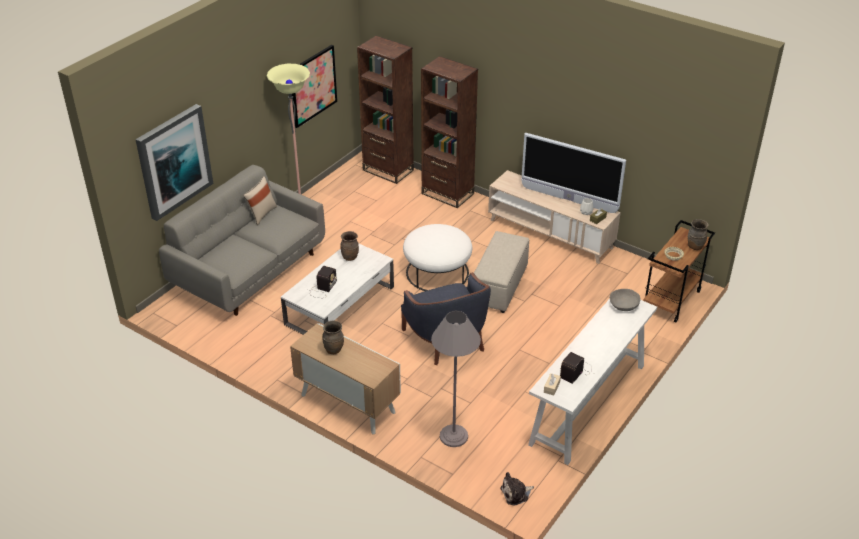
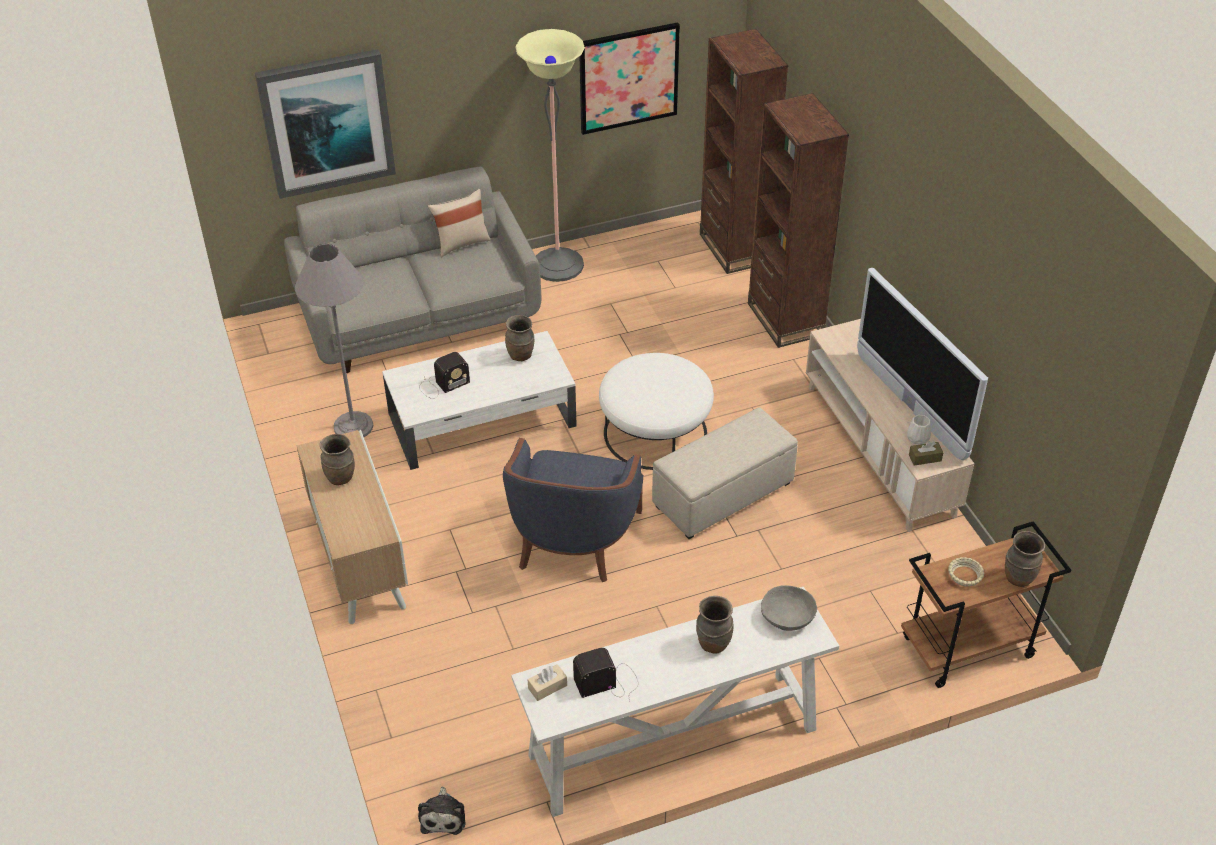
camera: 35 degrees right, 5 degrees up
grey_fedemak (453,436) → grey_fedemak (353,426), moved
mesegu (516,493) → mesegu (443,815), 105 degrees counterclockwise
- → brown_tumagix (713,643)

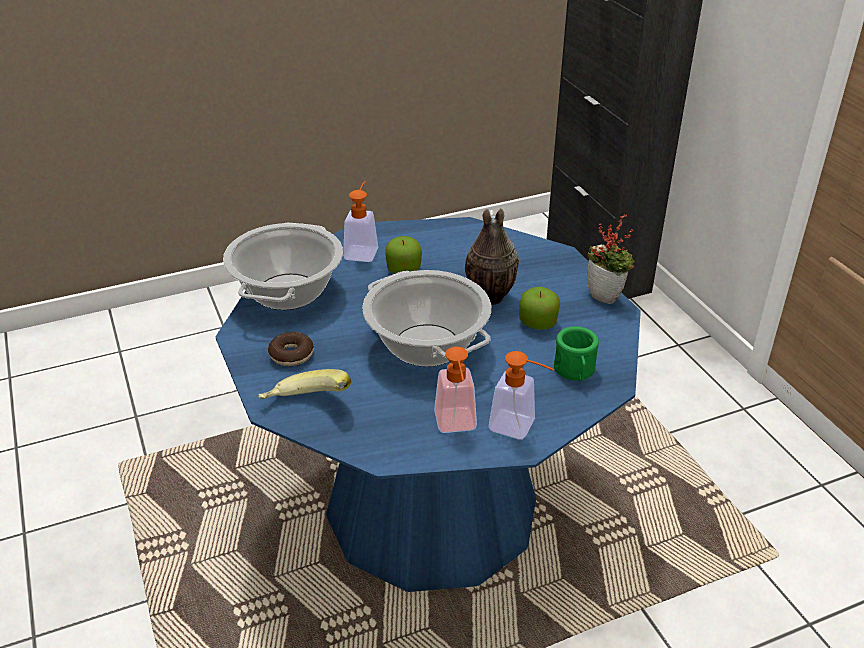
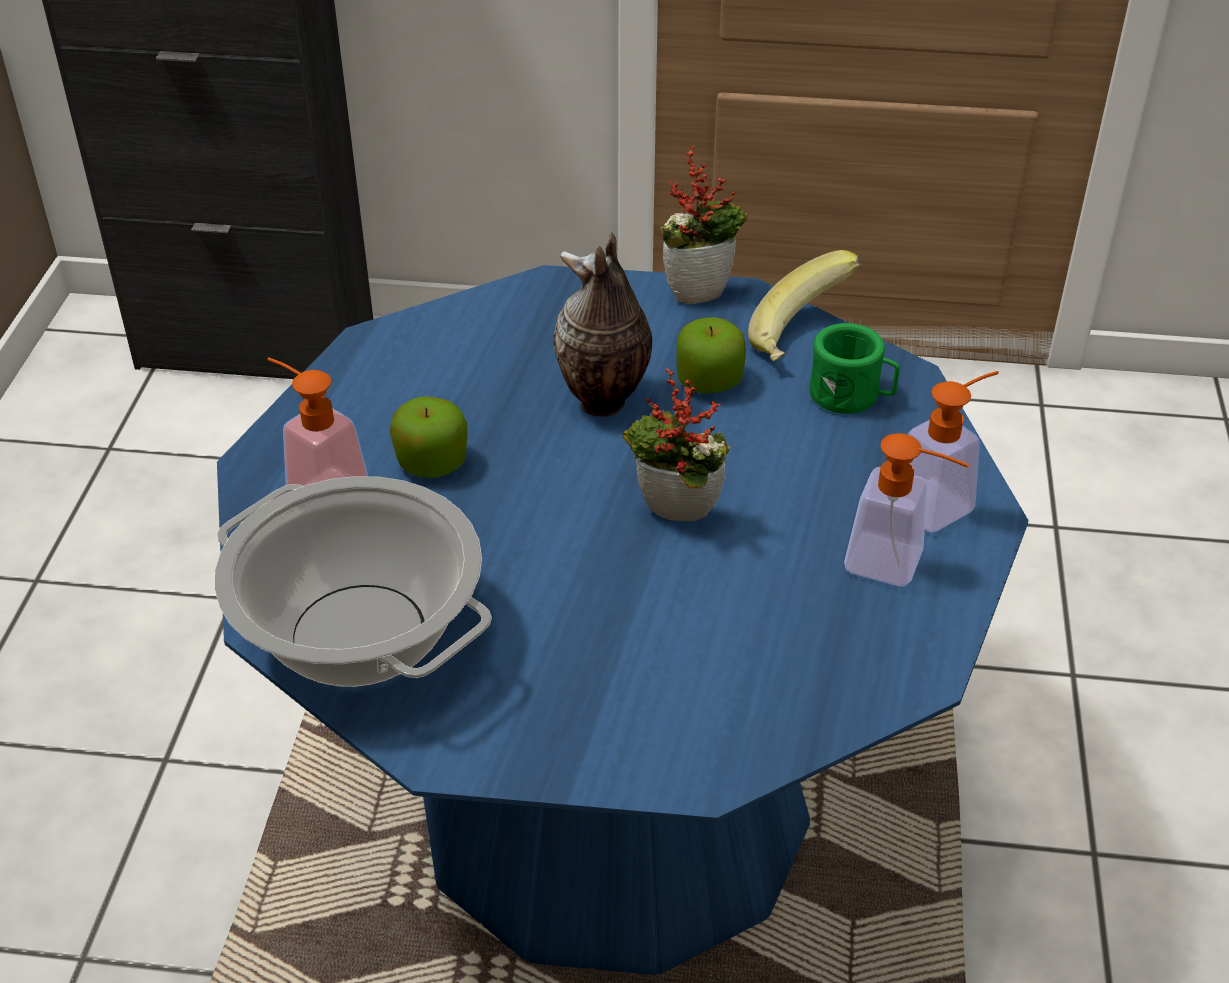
camera: 60 degrees left, 5 degrees up
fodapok (306,406) → fodapok (802,338), moved
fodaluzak (291,355) → -
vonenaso (427,346) → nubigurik (674,518)

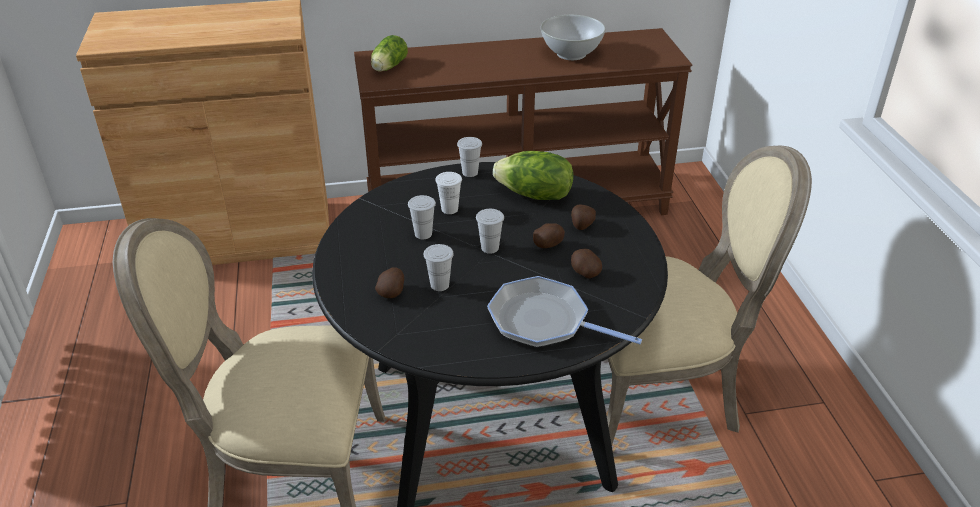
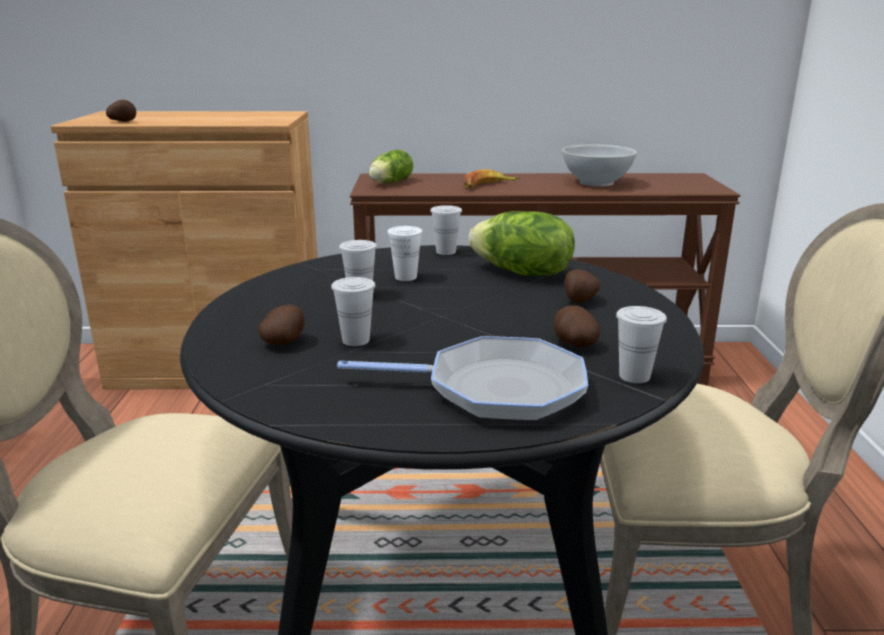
camera: 10 degrees right, 15 degrees down
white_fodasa (490,248) → white_fodasa (634,376), moved
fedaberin (544,321) → fedaberin (495,389), 150 degrees clockwise
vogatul (548,245) → vogatul (123,121), moved
- → fodapok (487,185)

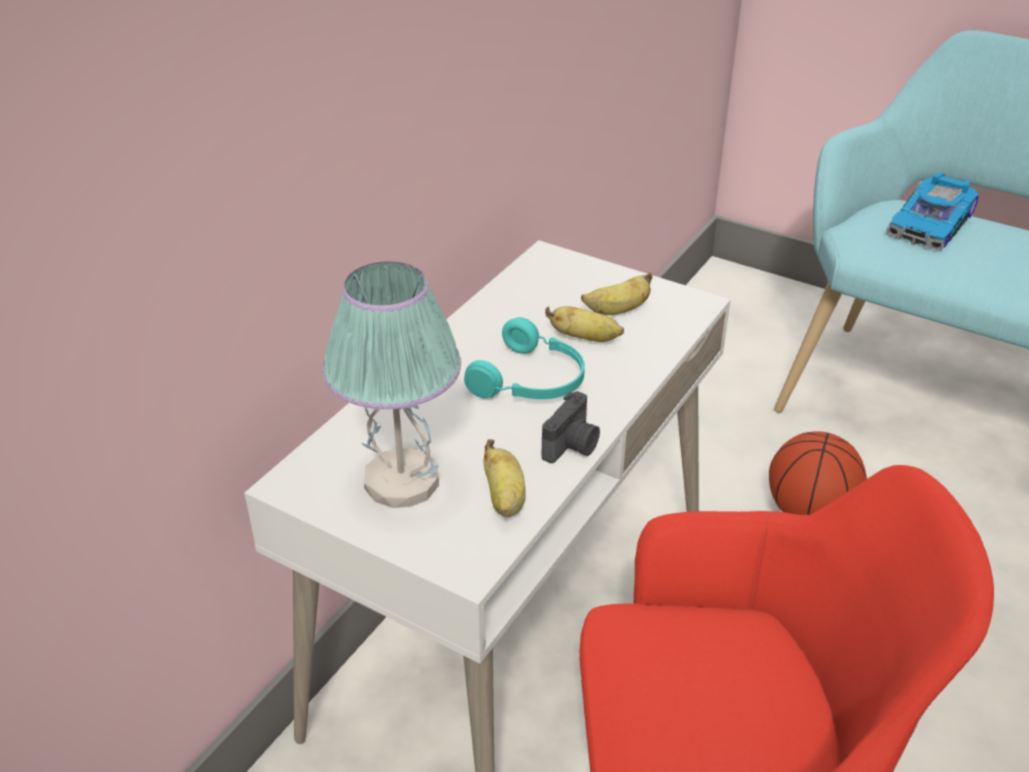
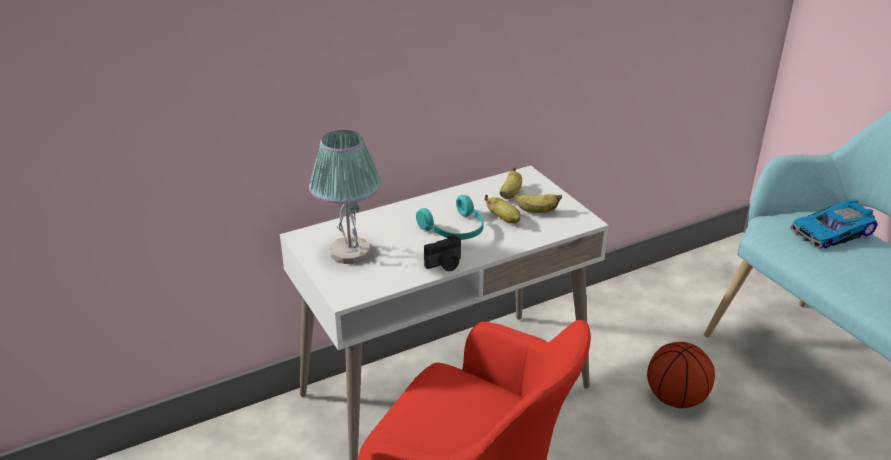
camera: 30 degrees right, 5 degrees down
fodapok (504,499) → fodapok (510,194), moved

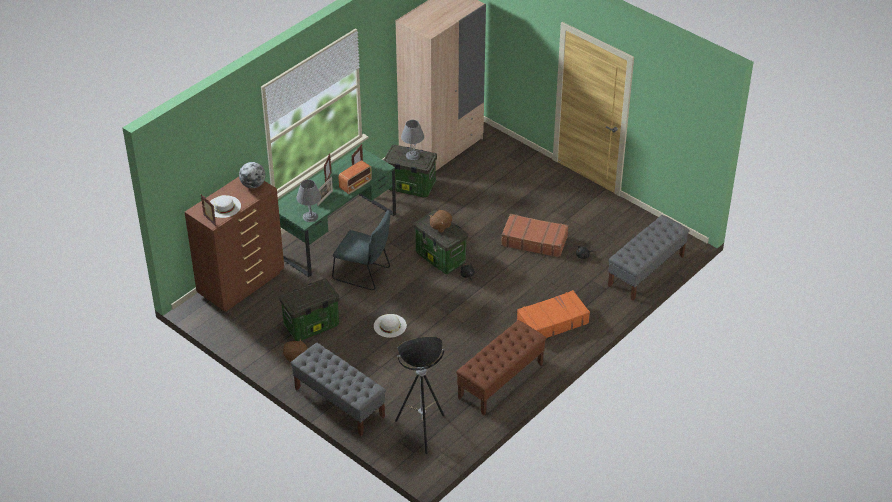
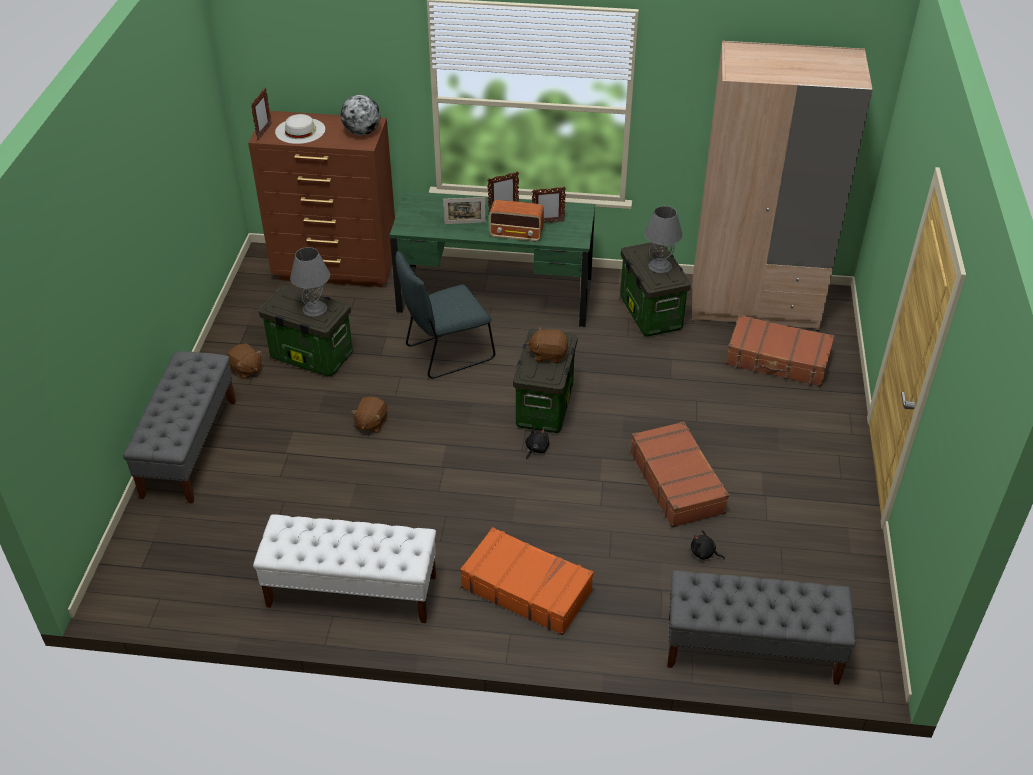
camera: 55 degrees right, 0 degrees up
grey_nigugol (310,216) → grey_nigugol (314,308), moved
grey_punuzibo (364,274) → grey_punuzibo (446,354), 75 degrees clockwise
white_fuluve (390,325) → brown_mesegu (371,423)
fedemak (421,431) → -
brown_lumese (500,381) → white_lumese (351,591)
- → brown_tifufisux (778,360)

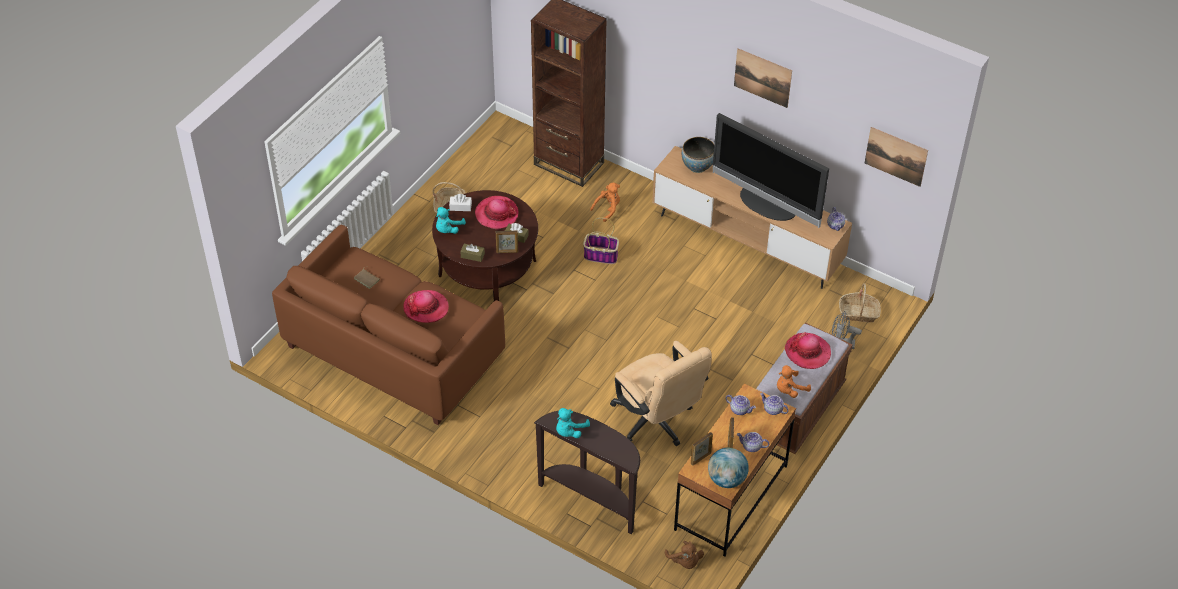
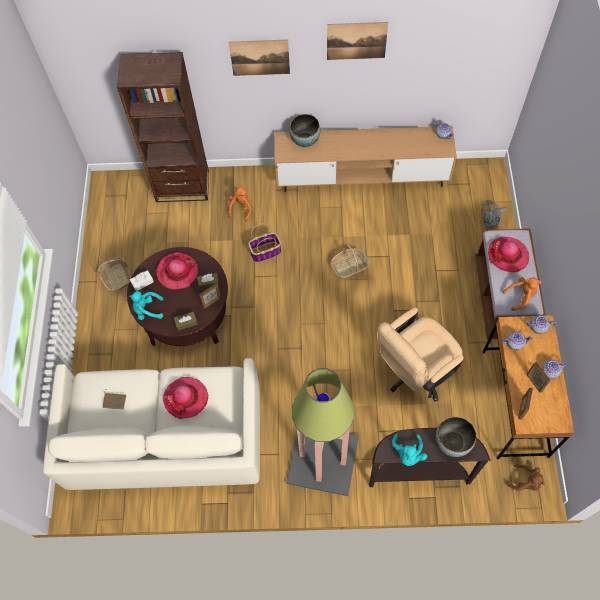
camera: 30 degrees left, 15 degrees up
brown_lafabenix (392,351) → white_lafabenix (165,438)
turquoise_mesegu (448,229) → turquoise_mesegu (147,310), 90 degrees clockwise
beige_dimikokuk (656,423) → beige_dimikokuk (414,372), 120 degrees clockwise
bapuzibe (726,479) → -
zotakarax (766,205) → -
orange_mesegu (789,390) → orange_mesegu (520,296), 135 degrees counterclockwise
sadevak (858,313) → sadevak (350,267), moved
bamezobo (896,156) → bamezobo (260,57), moved
- → fedemak (322,458)
- → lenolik (452,442)

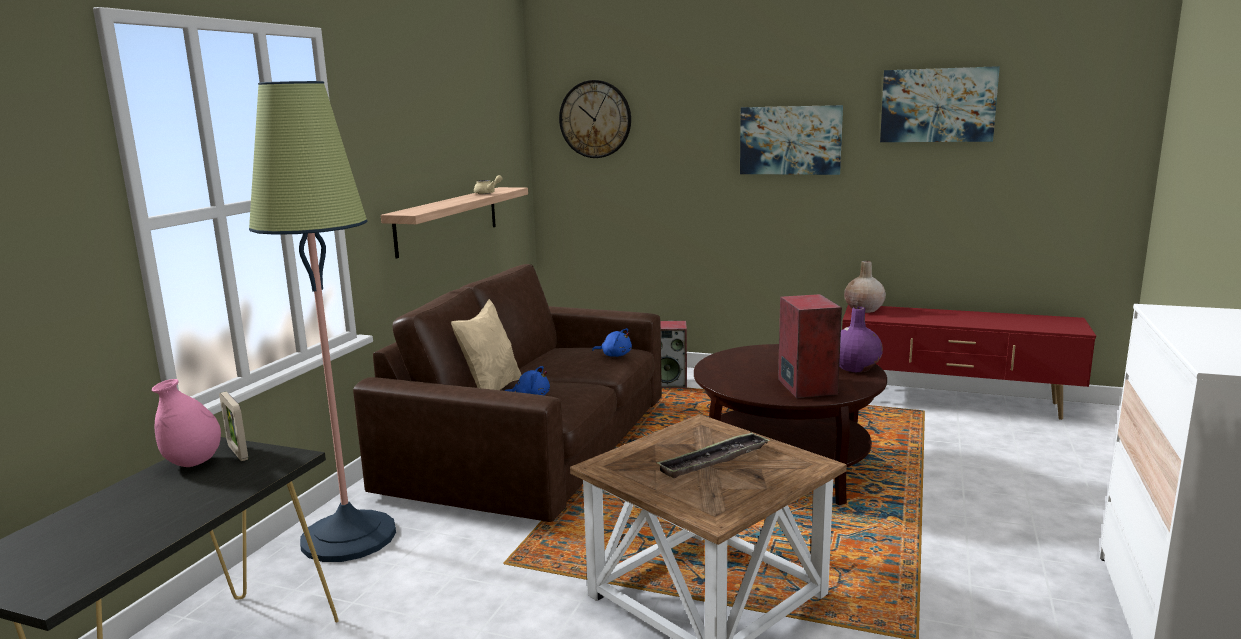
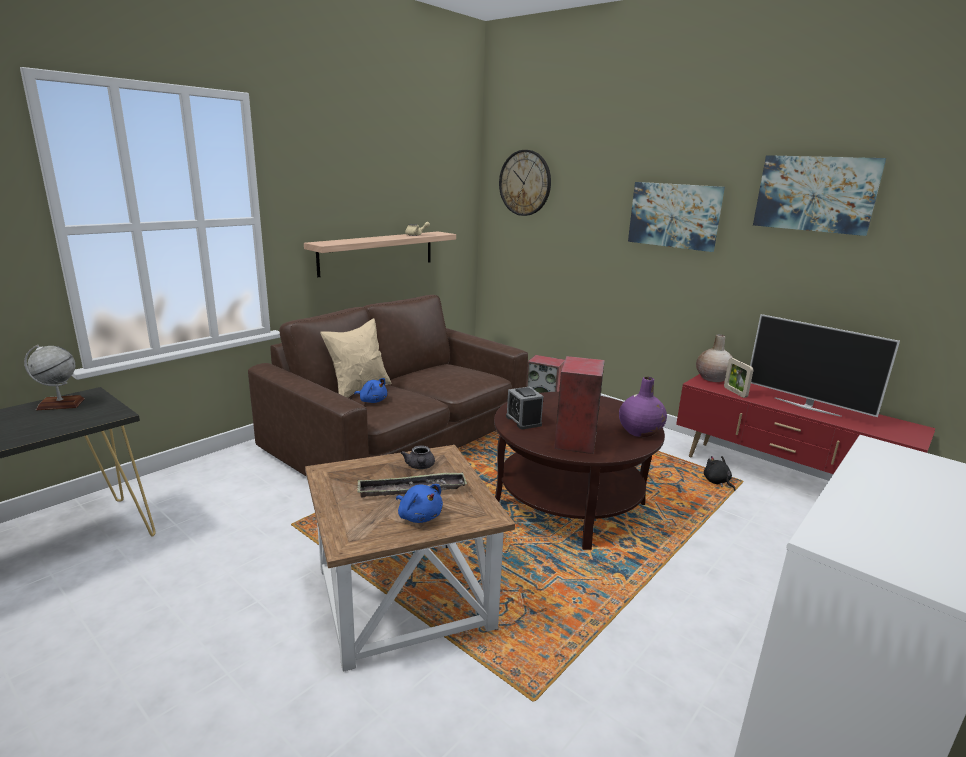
camera: 20 degrees right, 5 degrees up
pink_tumagix (193,463) → bapuzibe (60,404)
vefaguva (237,452) → vefaguva (735,392), moved
fedemak (349,537) → -
blue_mesegu (615,355) → blue_mesegu (419,516), moved
- → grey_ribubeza (420,467)
- → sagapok (523,421)
- → black_mesegu (717,482)
- → zotakarax (807,406)

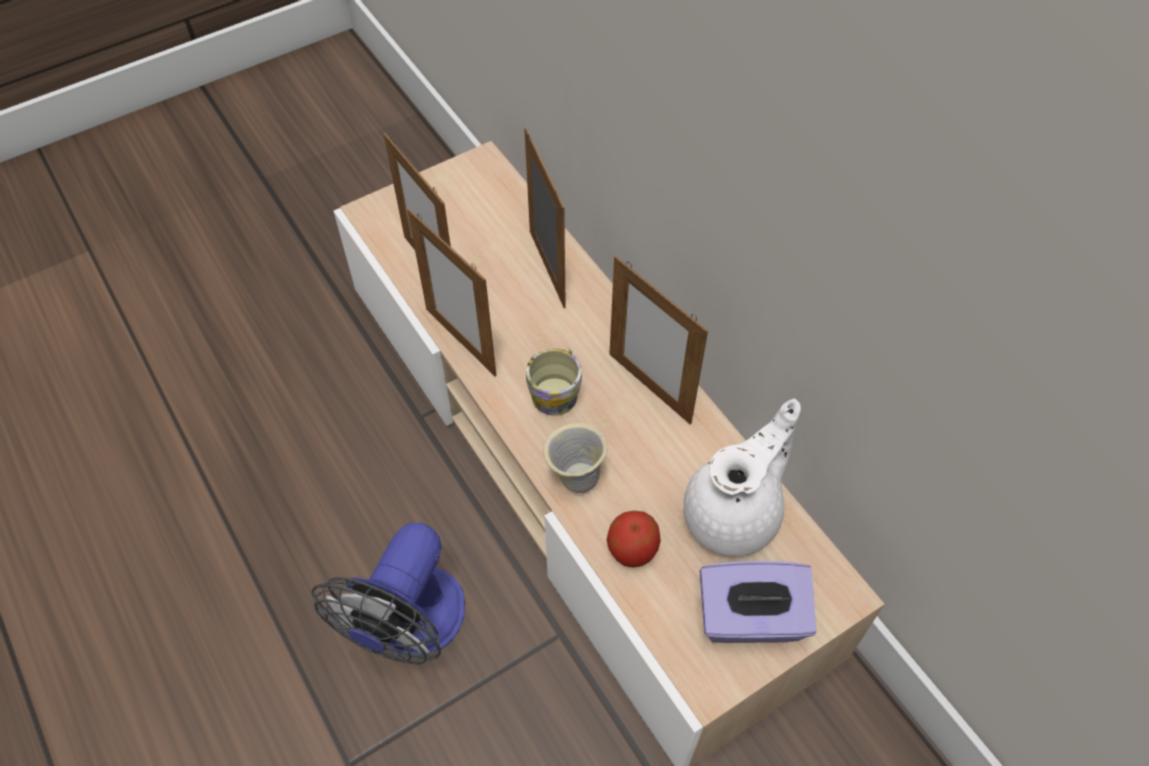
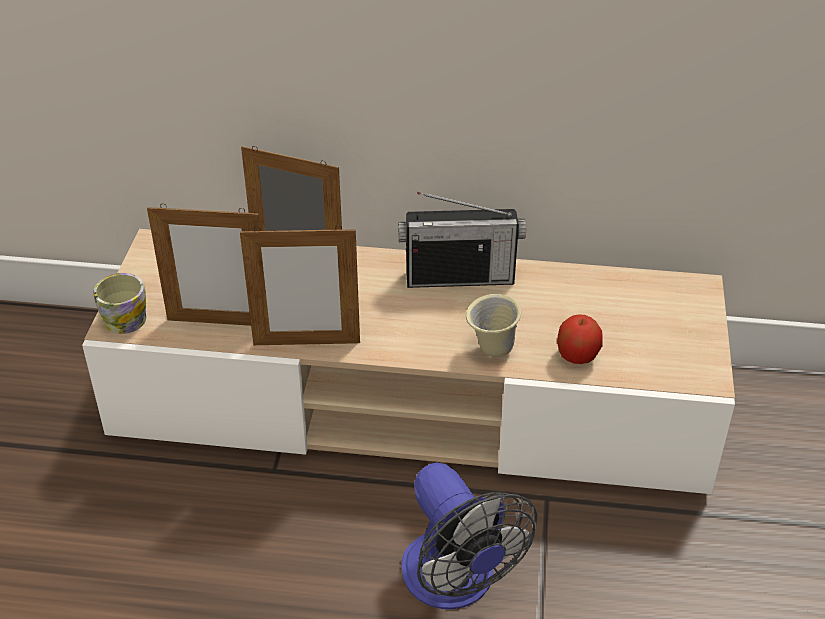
camera: 50 degrees left, 15 degrees down
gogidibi (557,391) → gogidibi (123,317), moved
vefaguva (649,388) → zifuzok (459,277)
white_ribubeza (735,514) → -
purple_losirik (751,619) → -

